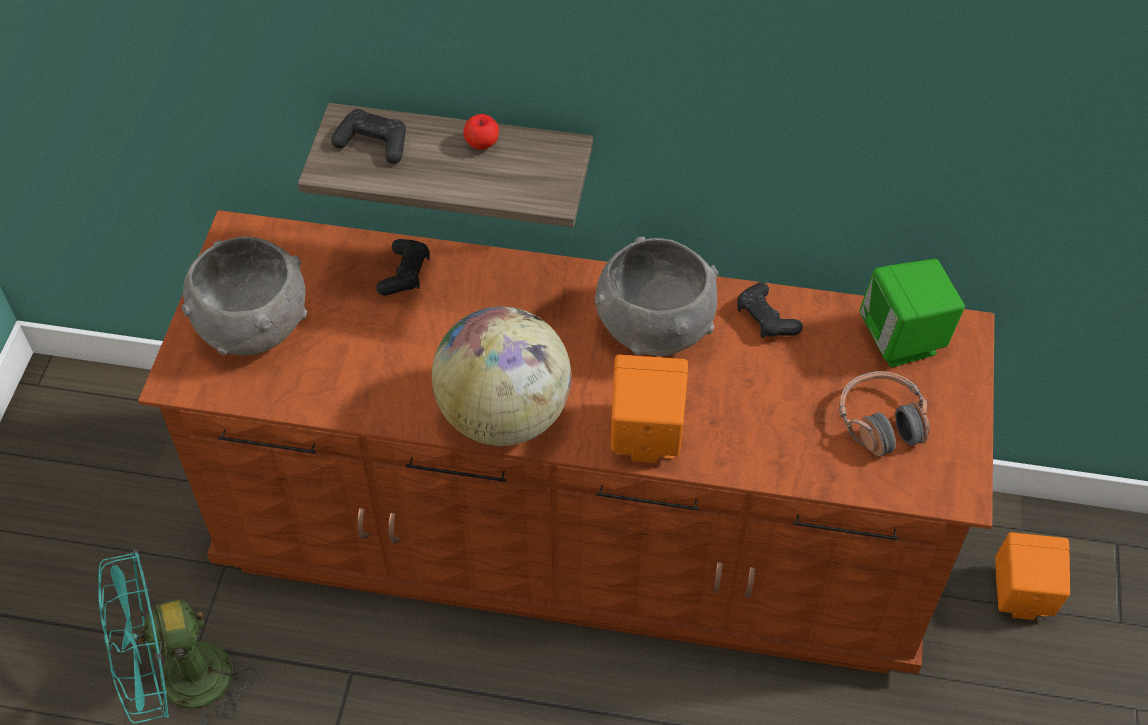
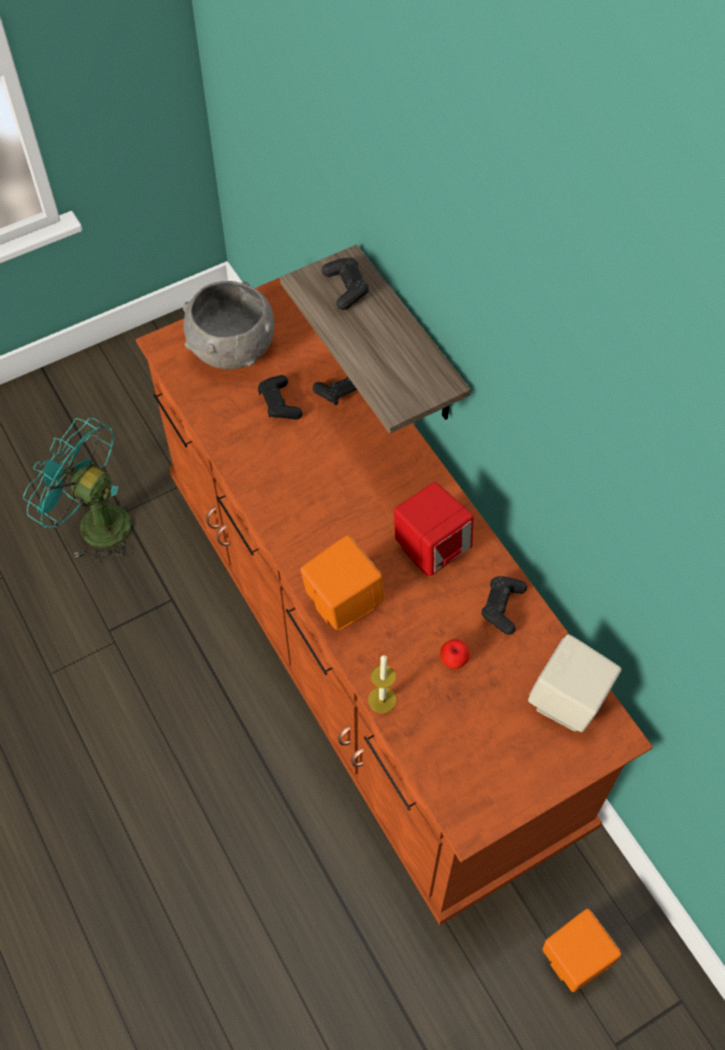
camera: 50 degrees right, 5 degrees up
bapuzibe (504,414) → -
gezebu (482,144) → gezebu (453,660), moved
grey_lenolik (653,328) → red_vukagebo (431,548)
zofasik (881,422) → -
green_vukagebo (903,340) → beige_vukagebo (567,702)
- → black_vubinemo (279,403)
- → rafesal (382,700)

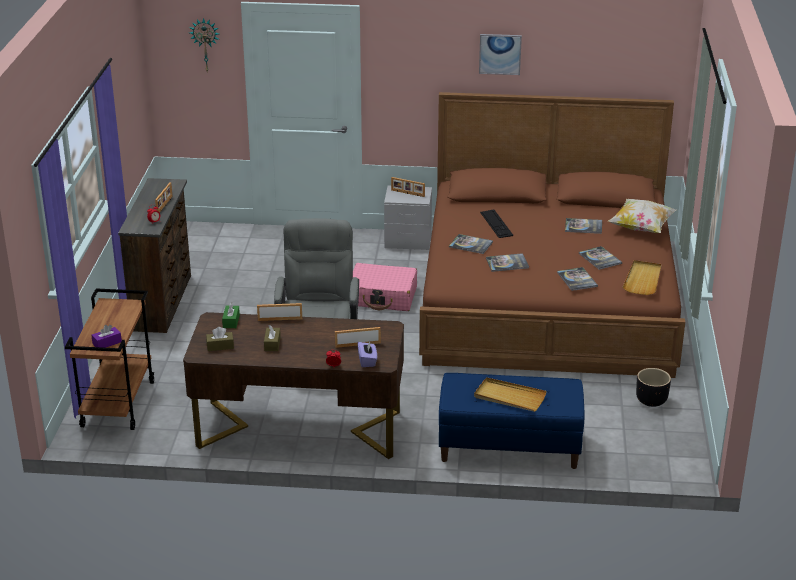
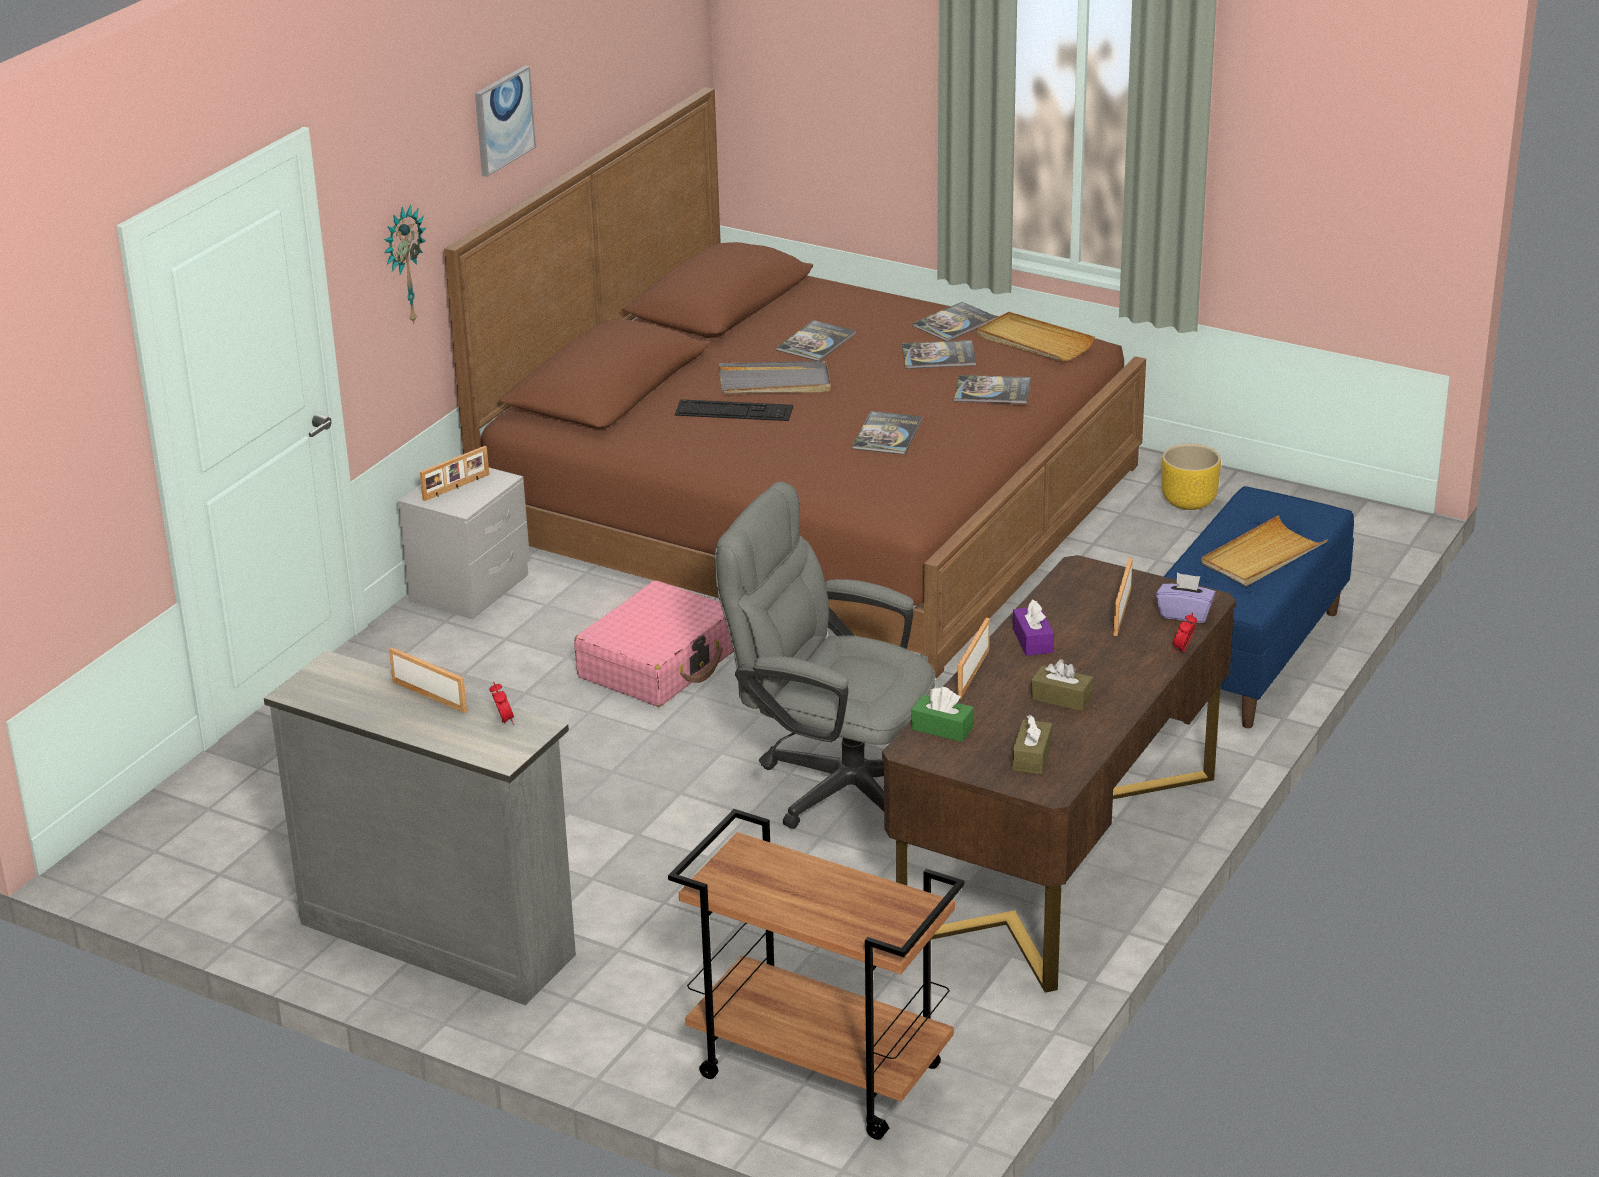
camera: 65 degrees left, 0 degrees up
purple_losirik (107,343) → purple_losirik (1032,640), moved
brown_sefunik (163,302) → grey_sefunik (438,936)
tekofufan (205,44) → tekofufan (403,265), moved
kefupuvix (470,245) → kefupuvix (954,323), moved
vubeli (641,228) → -
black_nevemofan (651,401) → yellow_nevemofan (1189,502)
- → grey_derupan (775,383)

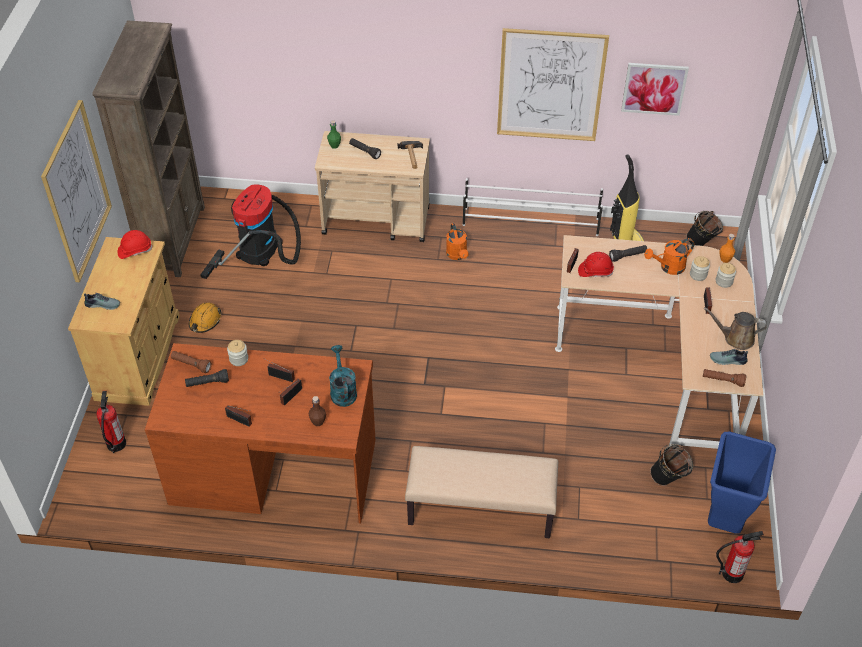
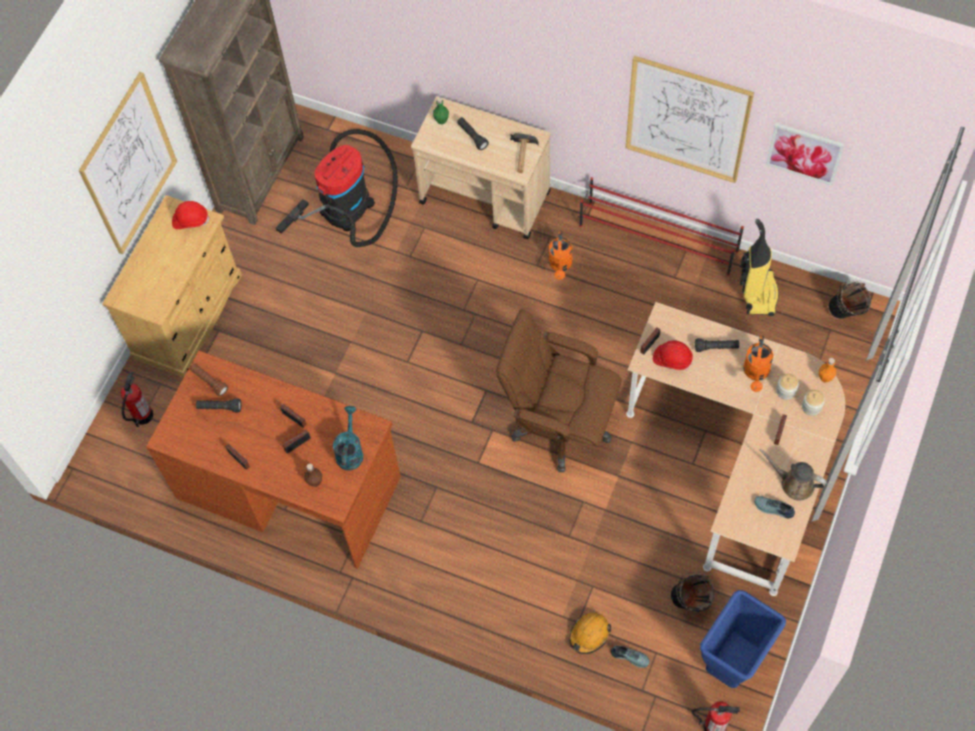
camera: 20 degrees right, 15 degrees up
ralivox (103,304) → ralivox (630,656), moved
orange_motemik (205,321) → orange_motemik (589,634), moved
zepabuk (239,359) → -
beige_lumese (480,510) → -
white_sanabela (531,222) → red_sanabela (659,239)
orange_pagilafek (668,267) → orange_pagilafek (756,373), 75 degrees counterclockwise
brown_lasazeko (722,381) → -
- → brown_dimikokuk (559,425)

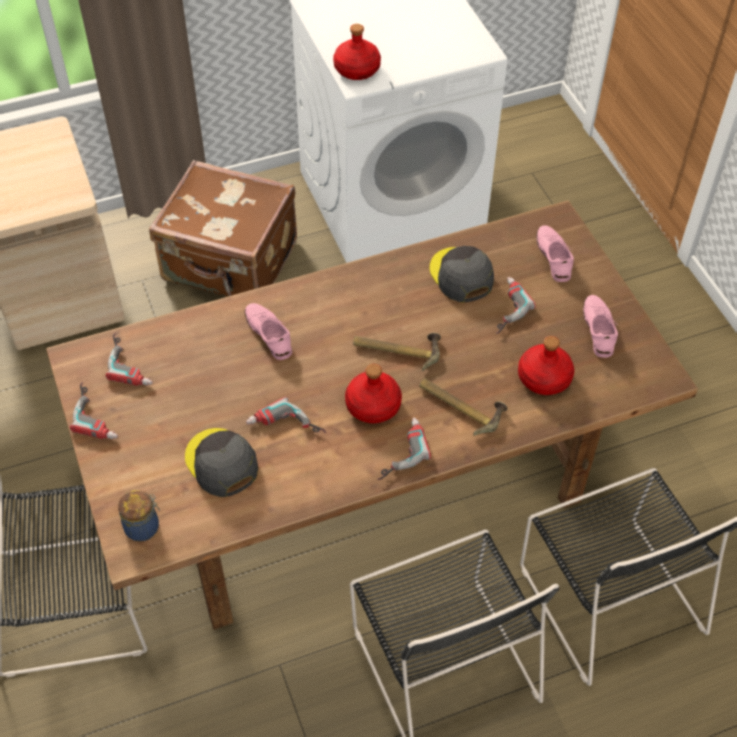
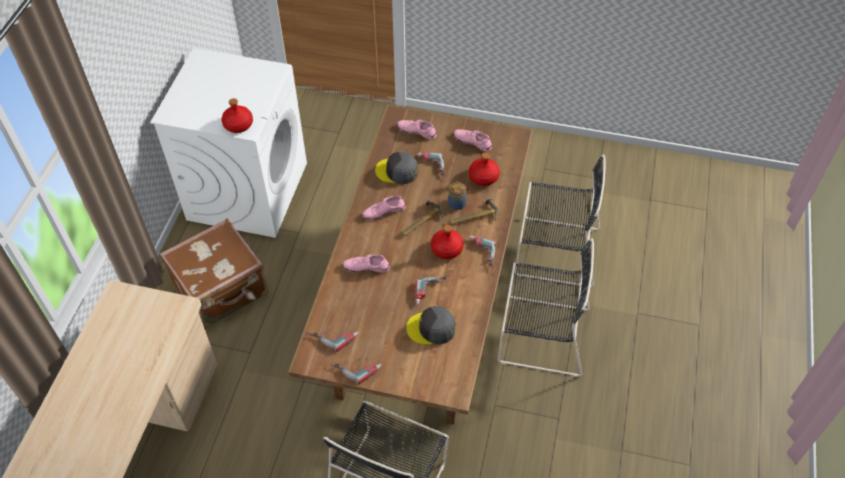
camera: 55 degrees left, 0 degrees up
zepabuk (143,527) → zepabuk (456,203), moved
- → pink_ralivox (384,211)

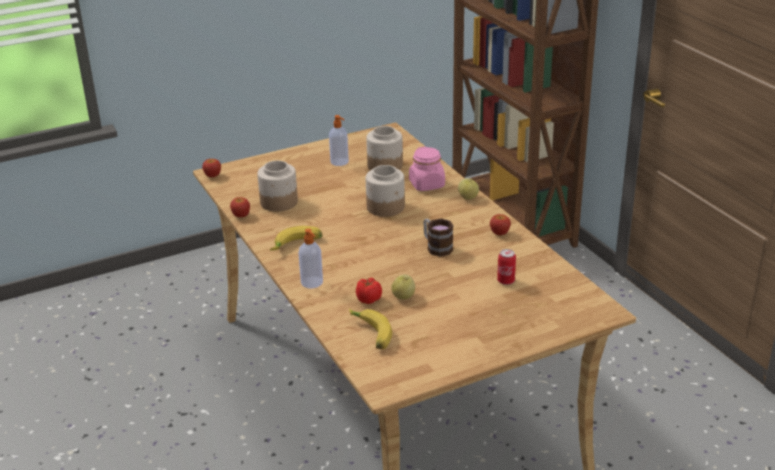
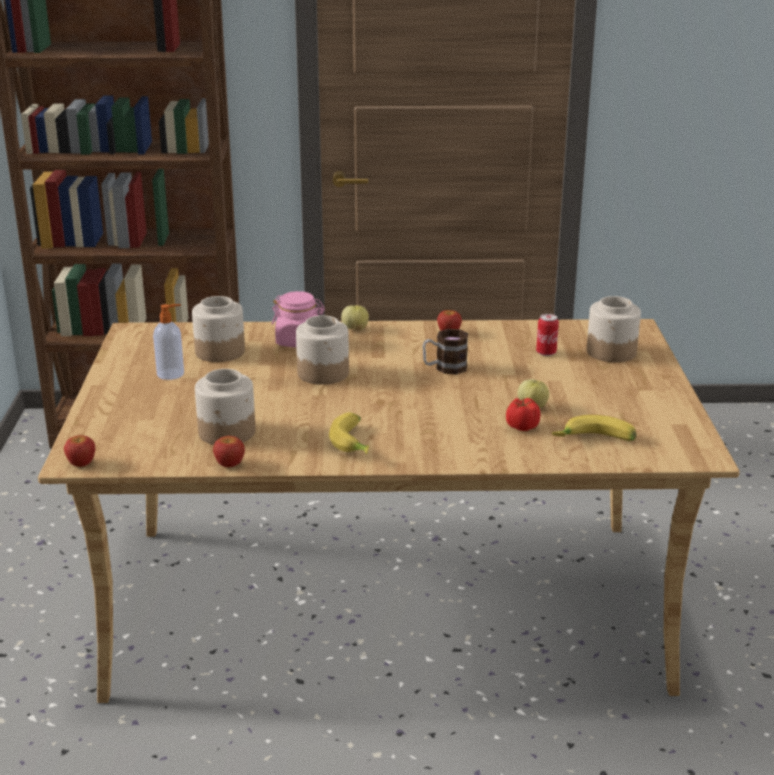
camera: 65 degrees left, 5 degrees down
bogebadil (312,283) → -
- → zepabuk (612,352)

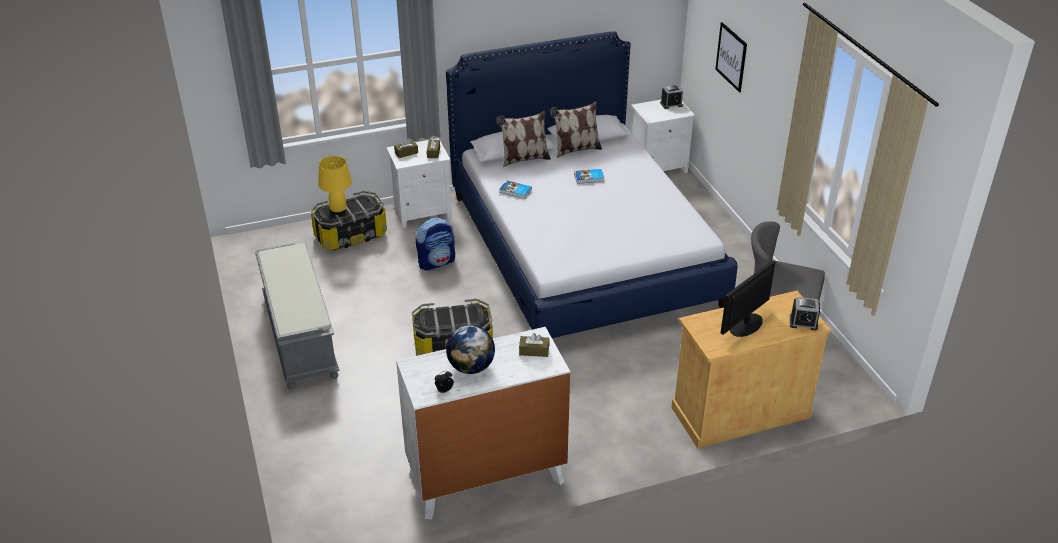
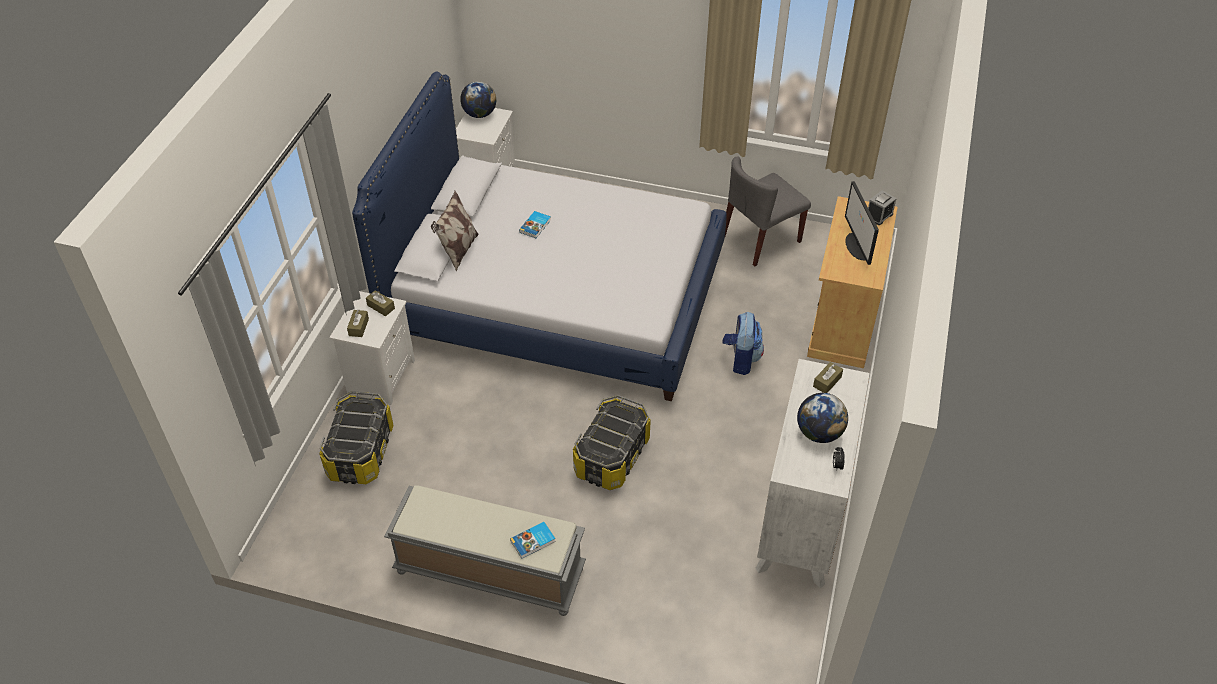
camera: 55 degrees left, 10 degrees up
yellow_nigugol (338,210) → -
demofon (437,262) → demofon (741,359), moved
kefupuvix (515,191) → kefupuvix (533,541), moved
vubeli (575,150) → -
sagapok (671,104) → bapuzibe (479,114)
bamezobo (731,57) → -

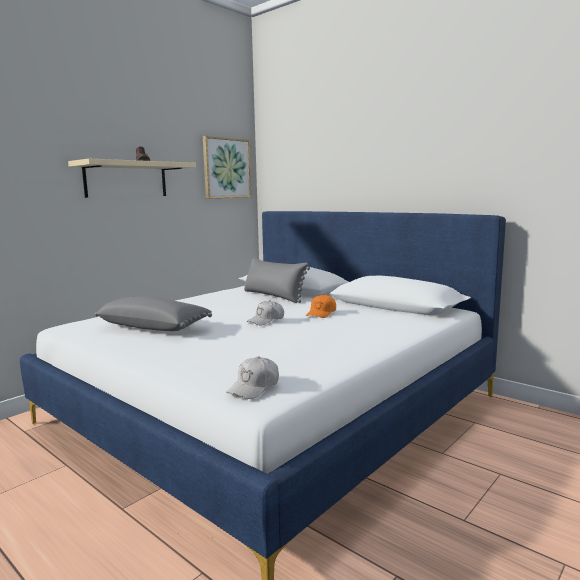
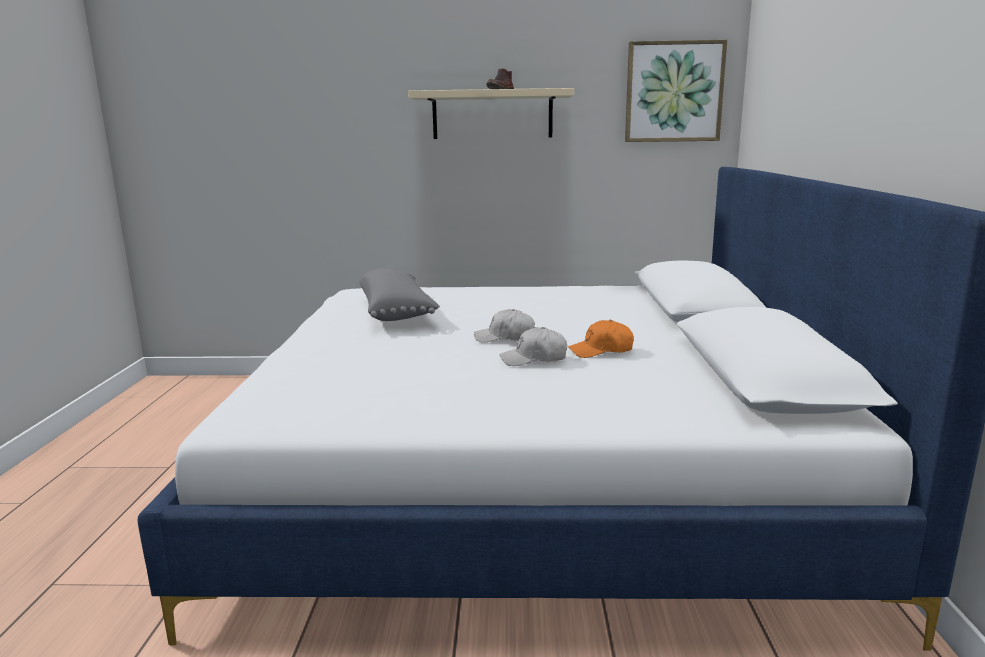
camera: 50 degrees right, 5 degrees up
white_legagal (254,387) → white_legagal (534,359), moved
grey_vubeli (273,296) → -

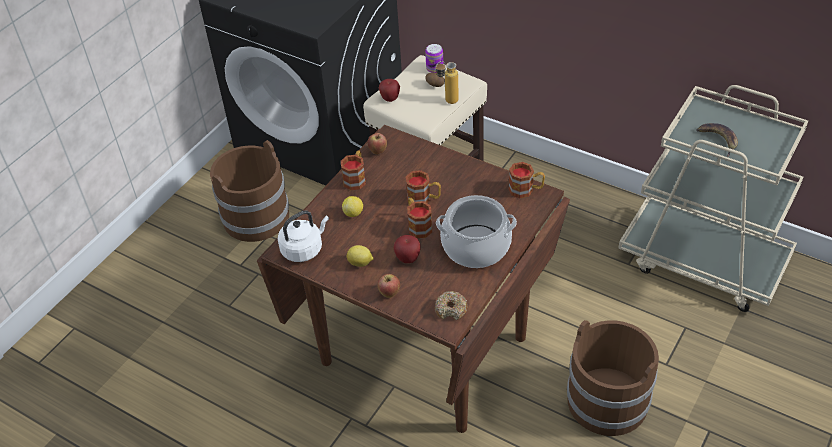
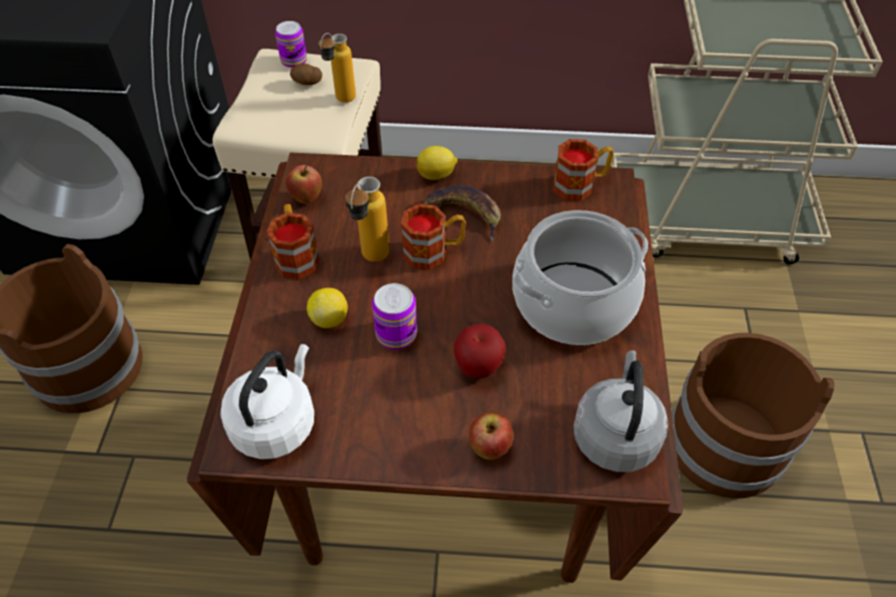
camera: 30 degrees left, 5 degrees up
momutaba (360,263) → momutaba (437,175), moved
gezebu (390,99) → -
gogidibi (418,225) → -
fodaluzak (451,309) → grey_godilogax (615,434)
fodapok (718,140) → fodapok (464,214), moved
- → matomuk (371,261)
- → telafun (396,335)

